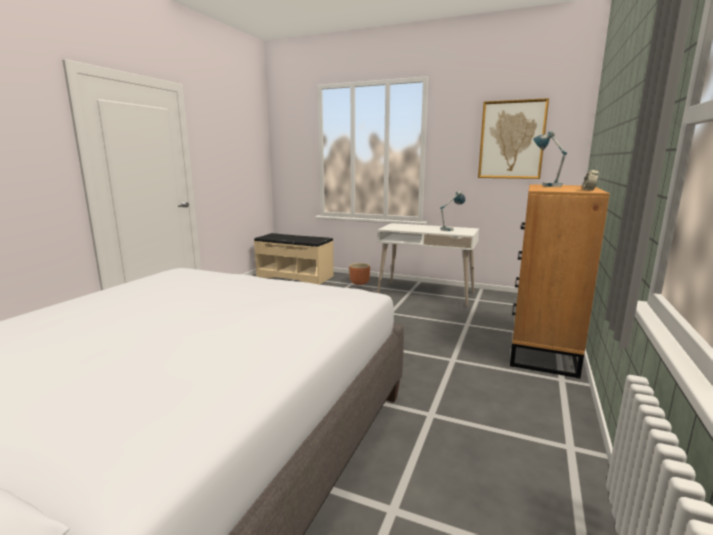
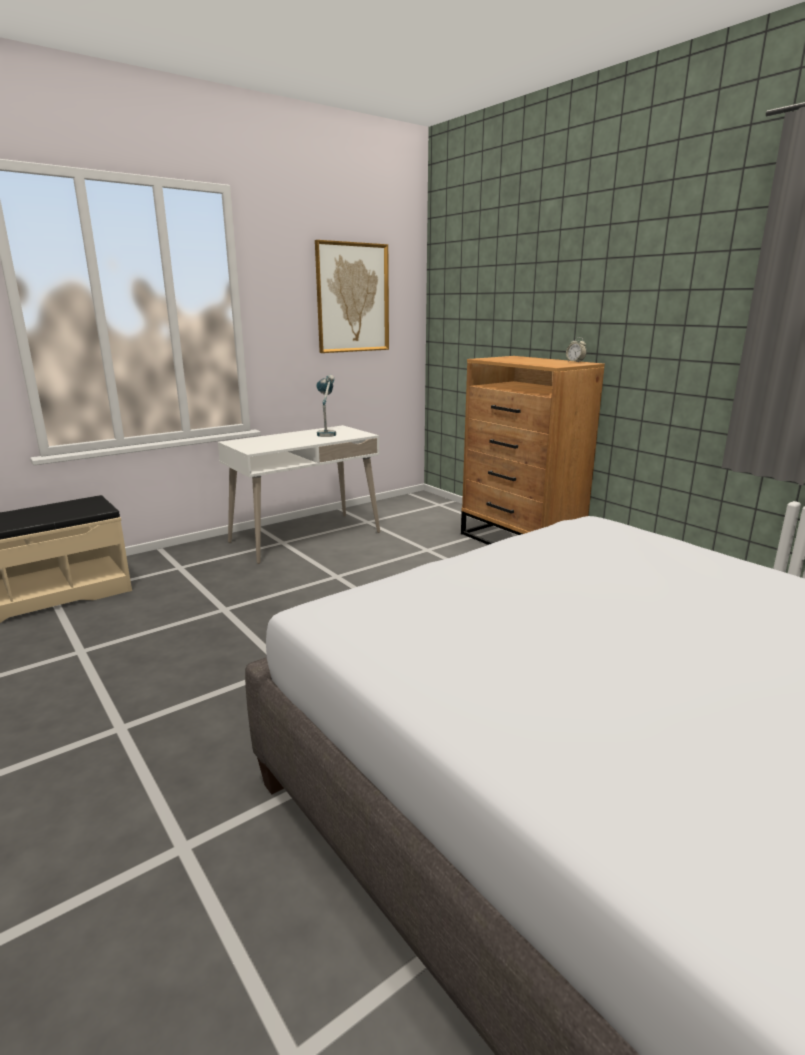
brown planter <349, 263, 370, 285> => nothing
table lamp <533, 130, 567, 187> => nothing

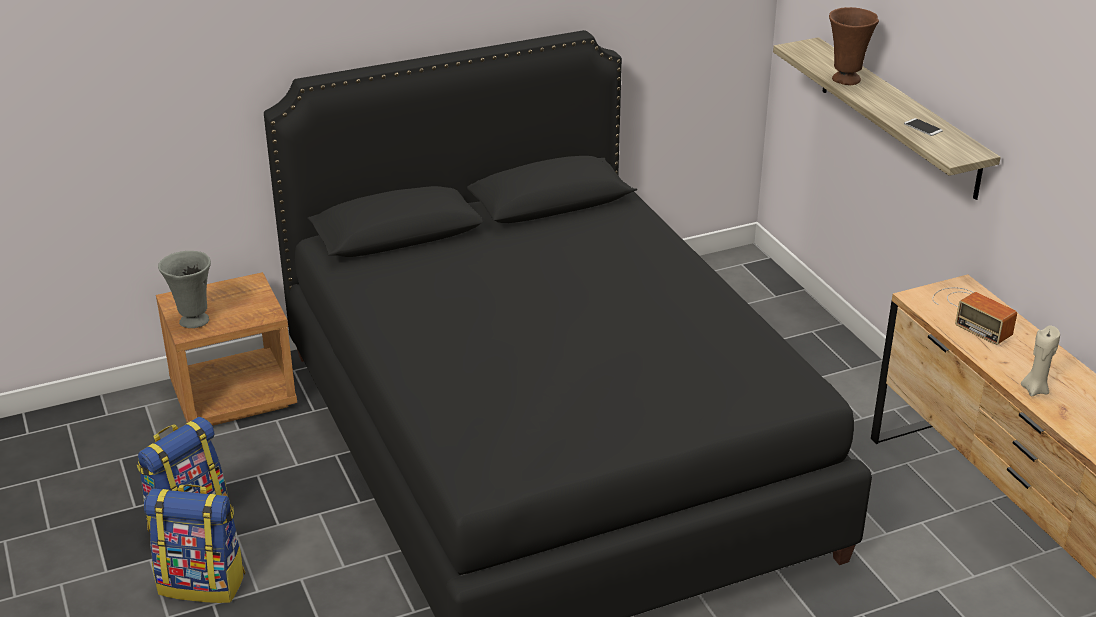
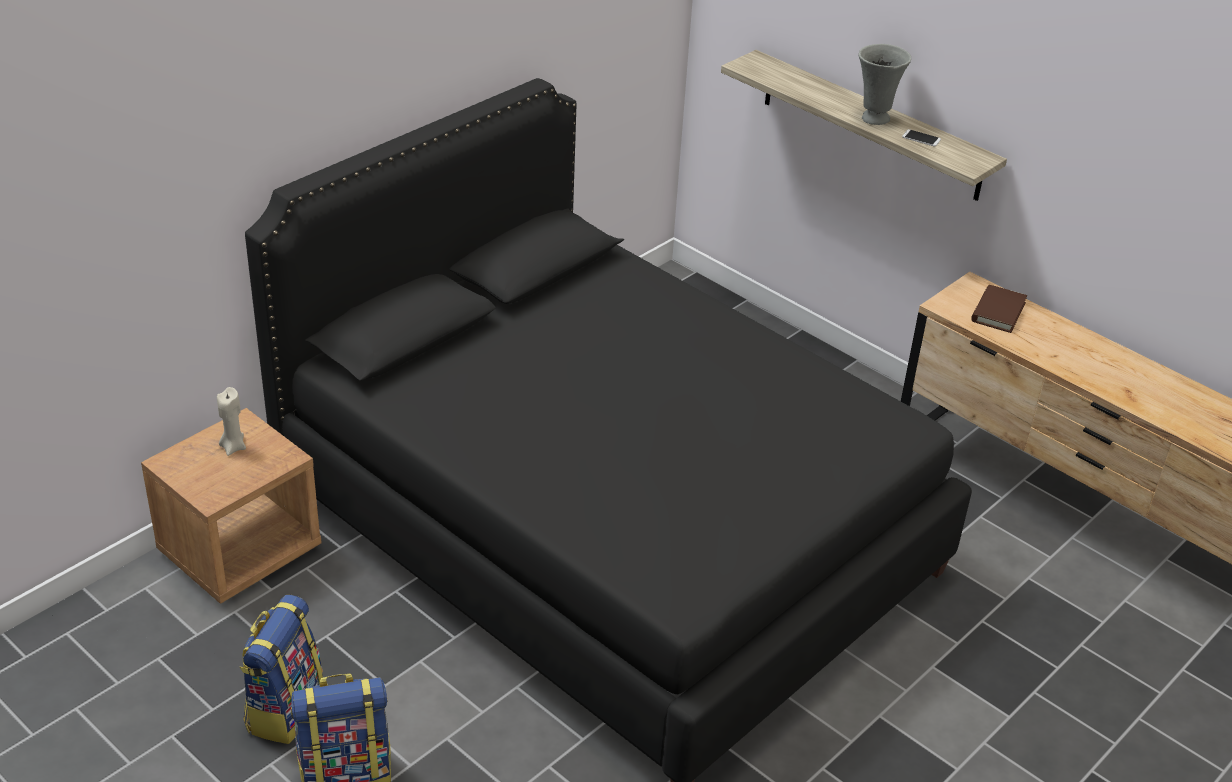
grey vase <158, 251, 211, 328> => grey vase <859, 44, 911, 125>, move
brown vase <829, 7, 879, 85> => nothing
radio <932, 288, 1017, 345> => brown book <971, 285, 1027, 333>
beige candle <1021, 325, 1060, 397> => beige candle <217, 387, 246, 456>, move

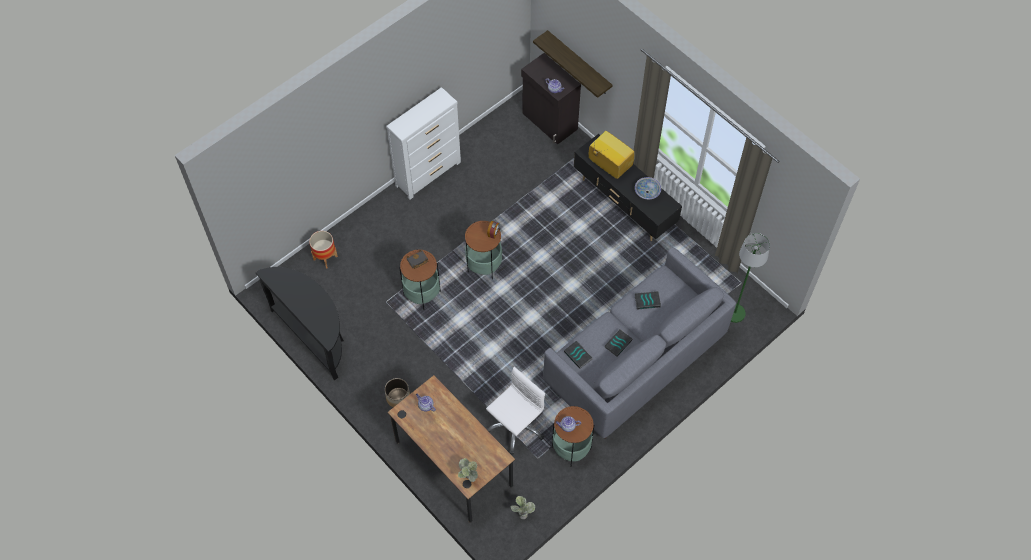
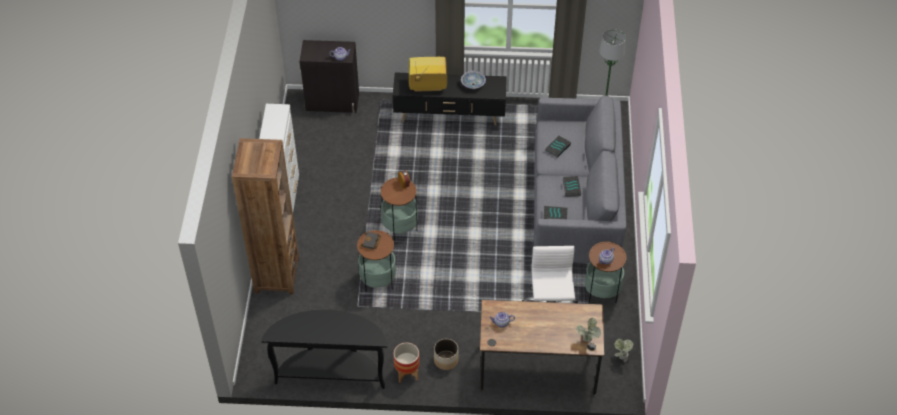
planter <309, 231, 338, 269> => planter <393, 343, 420, 383>, move
shelf <533, 30, 612, 98> => nothing
nothing => brown bookcase <232, 138, 299, 295>

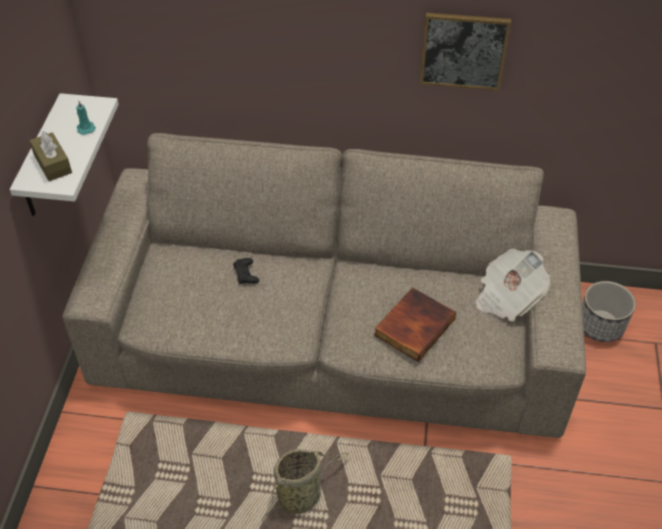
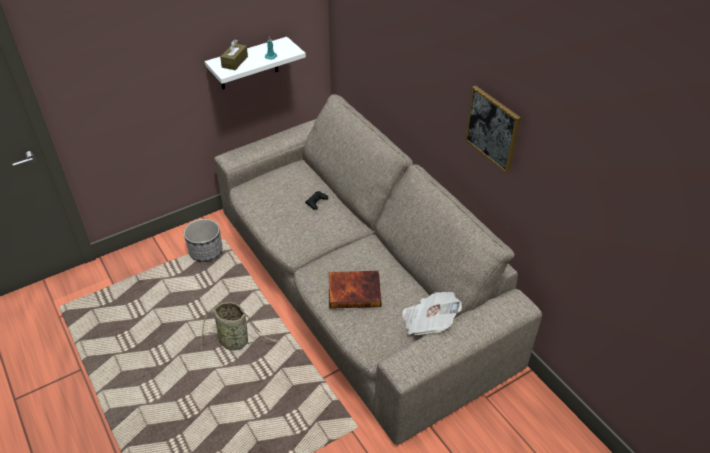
planter <582, 281, 636, 342> => planter <184, 219, 222, 262>, move

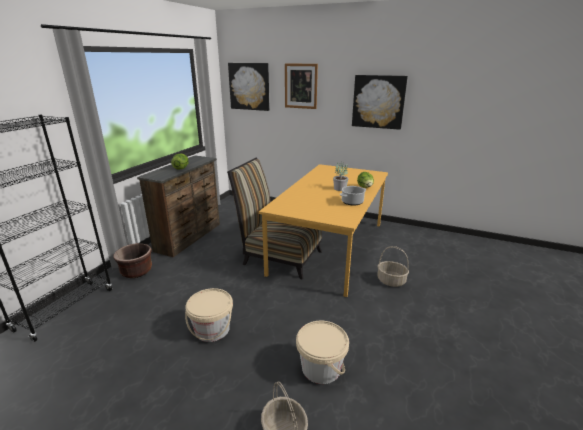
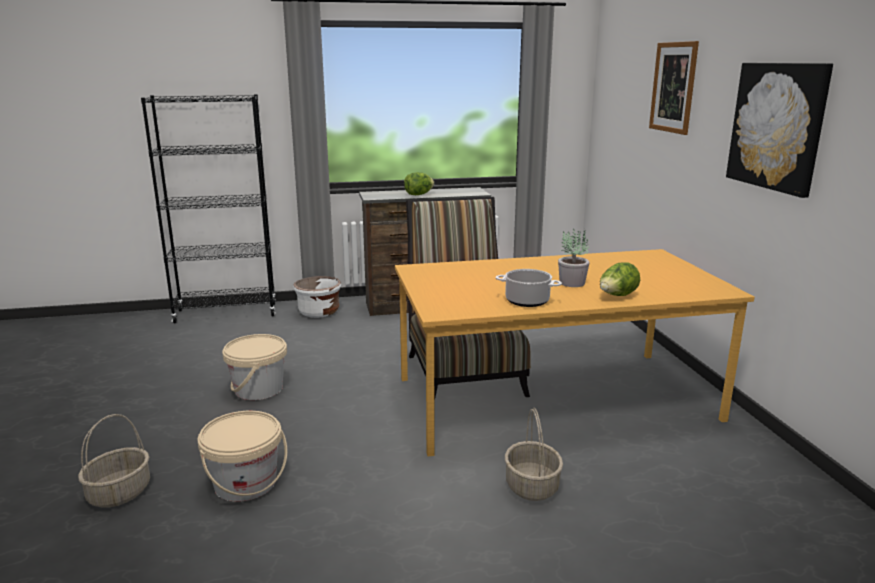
brown planter <113, 243, 152, 278> => white planter <293, 276, 341, 318>
picture <228, 63, 270, 111> => nothing

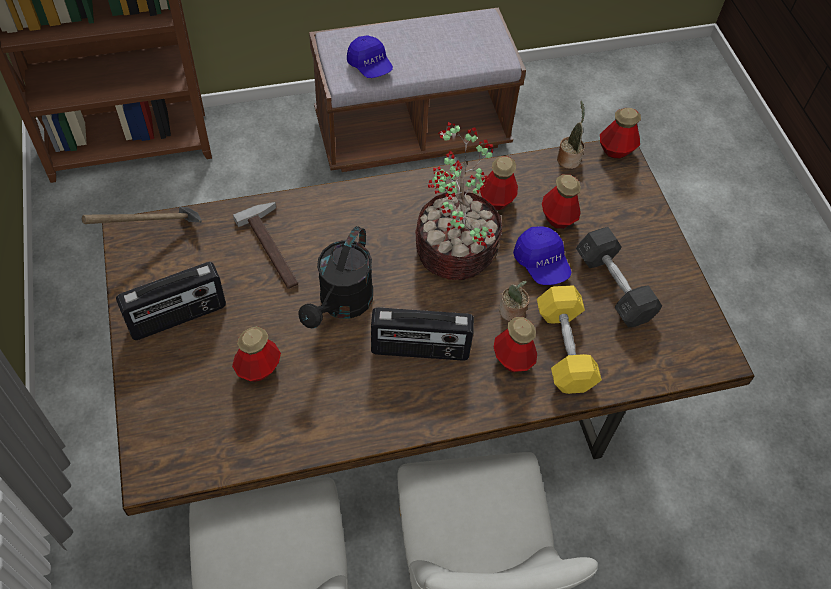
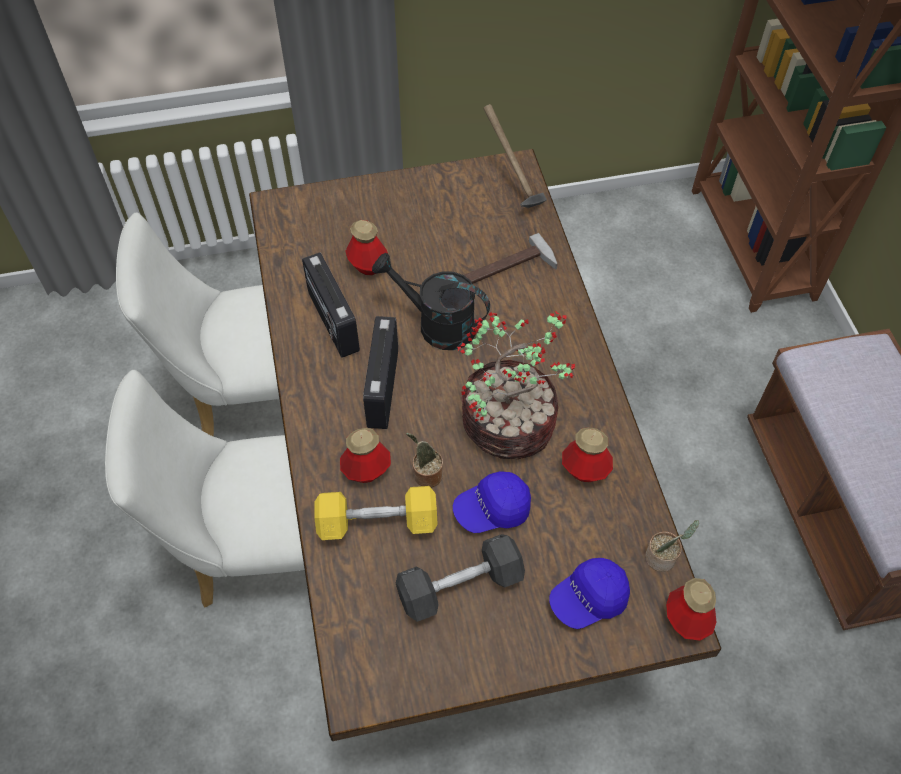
radio <116, 262, 226, 340> => radio <302, 253, 360, 358>, move
blue cap <347, 35, 393, 78> => blue cap <549, 558, 630, 629>, move
bottle <542, 174, 581, 229> => nothing

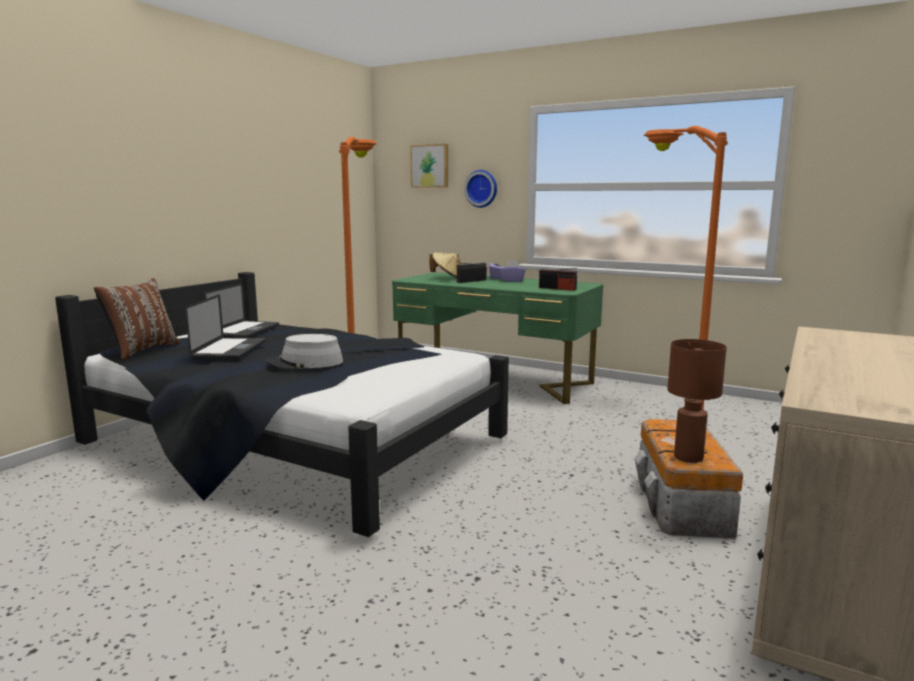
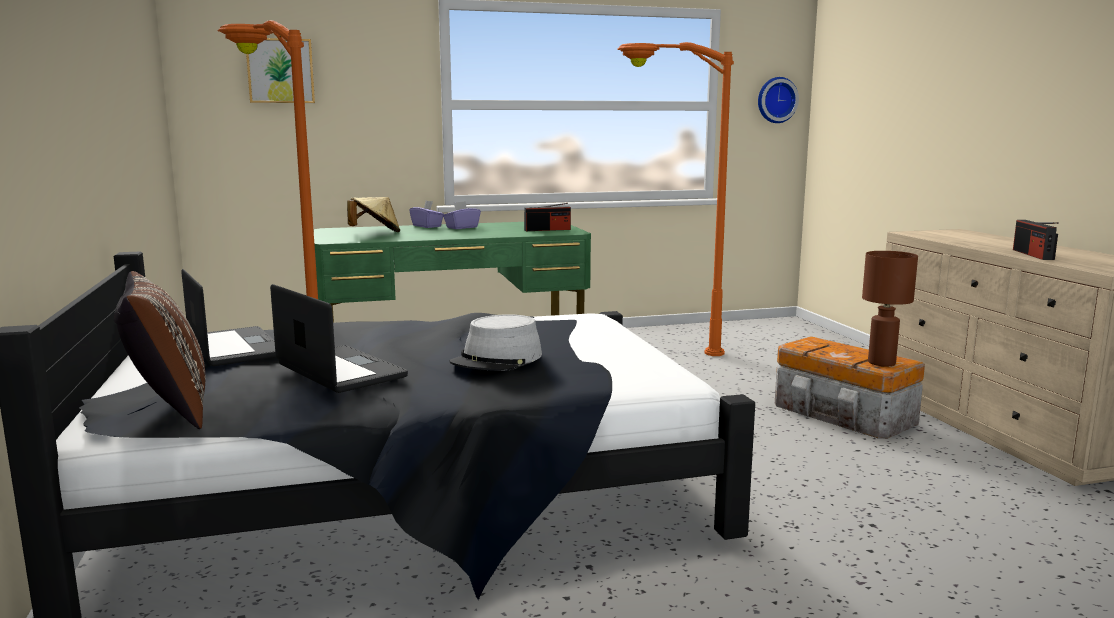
radio <457, 263, 487, 283> => radio <1013, 220, 1059, 260>, move
wall clock <464, 170, 497, 208> => wall clock <758, 77, 799, 123>, move

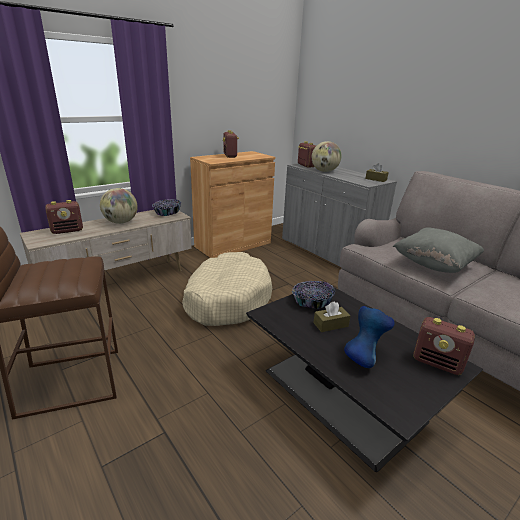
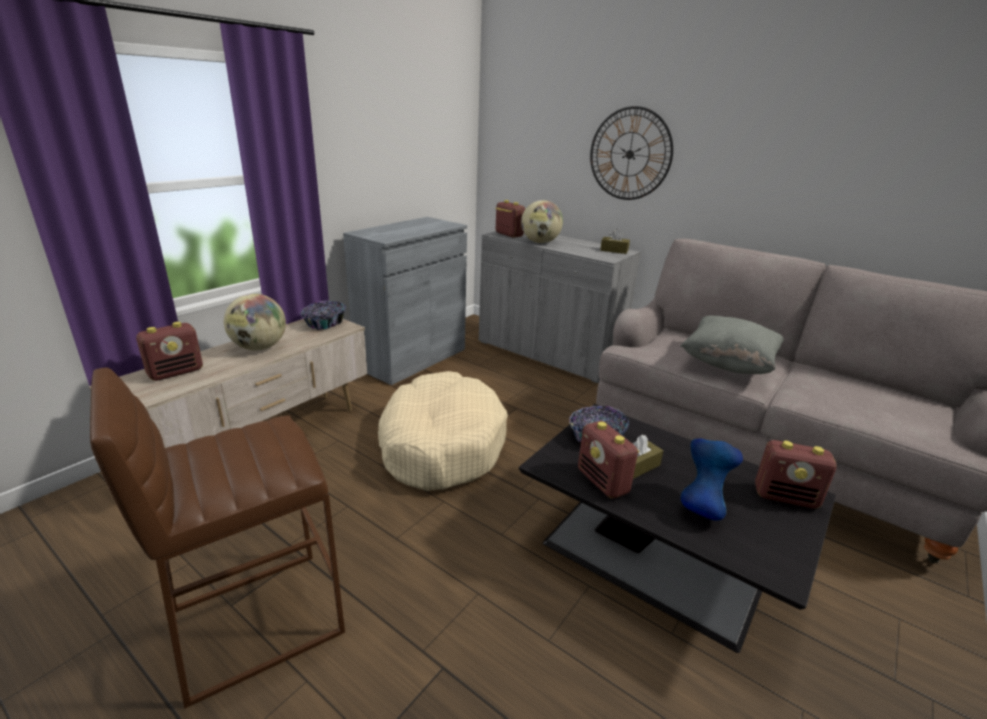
brown cabinet <190, 151, 275, 258> => grey cabinet <343, 217, 467, 385>
radio <223, 130, 239, 158> => radio <578, 421, 640, 499>, move
nothing => wall clock <590, 106, 673, 200>

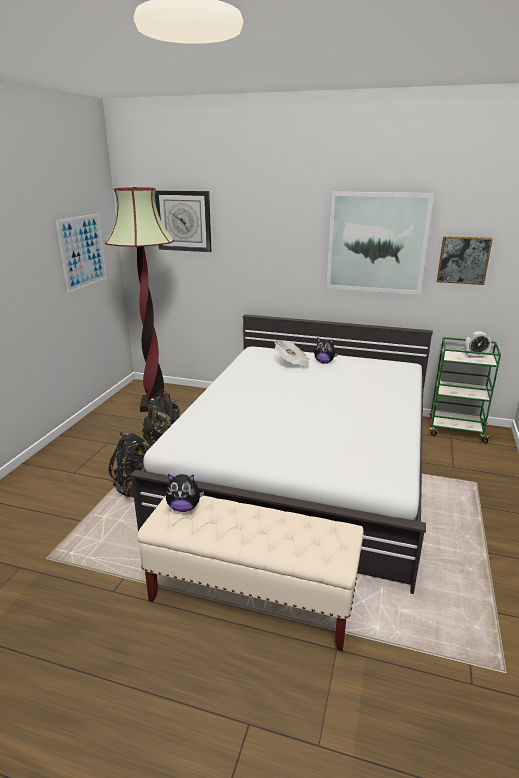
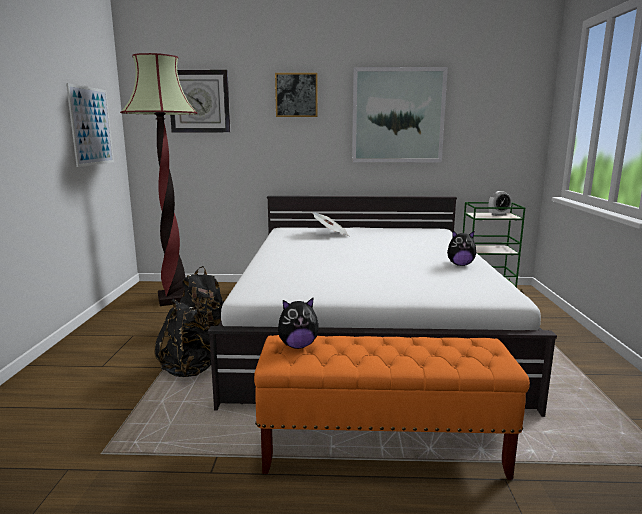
beige bench <137, 495, 364, 651> => orange bench <254, 335, 530, 480>
plush toy <314, 338, 338, 364> => plush toy <447, 231, 477, 266>, move
picture <437, 236, 493, 285> => picture <275, 73, 318, 117>, move

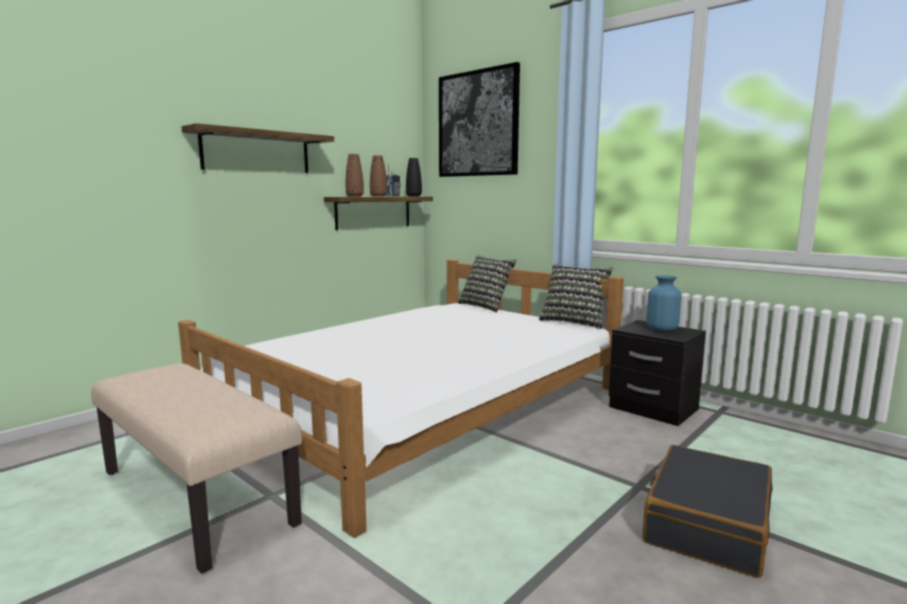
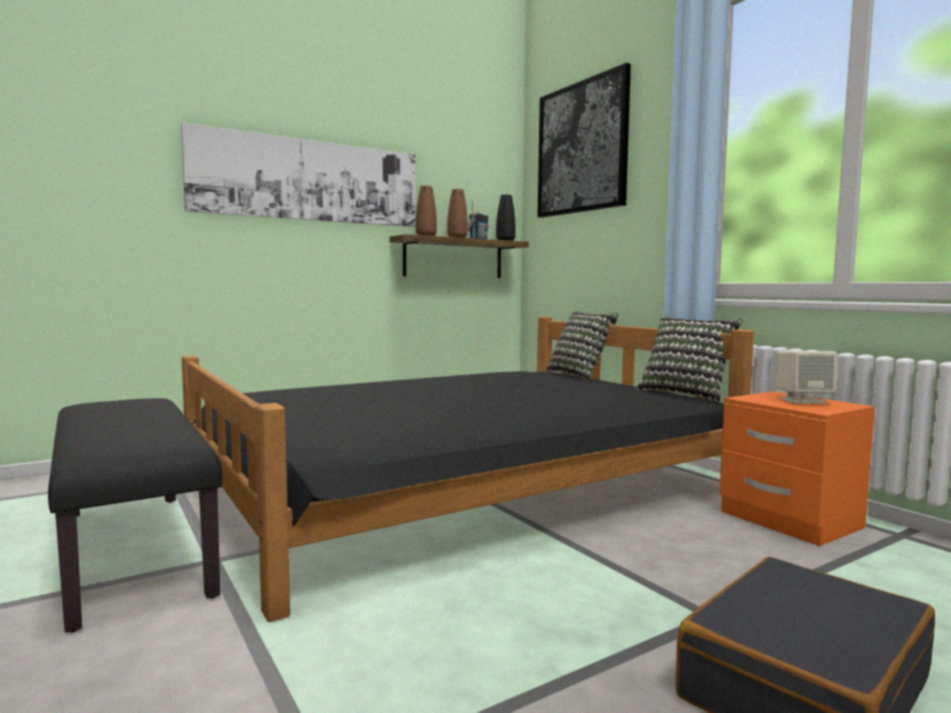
beige bench <91, 363, 302, 574> => black bench <48, 398, 223, 633>
white bed <178, 259, 624, 538> => black bed <182, 317, 754, 622>
shelf <181, 123, 334, 173> => picture <181, 122, 415, 227>
black nightstand <609, 320, 706, 426> => orange nightstand <719, 391, 875, 546>
blue vase <646, 275, 682, 331> => beige speaker <776, 351, 837, 404>

